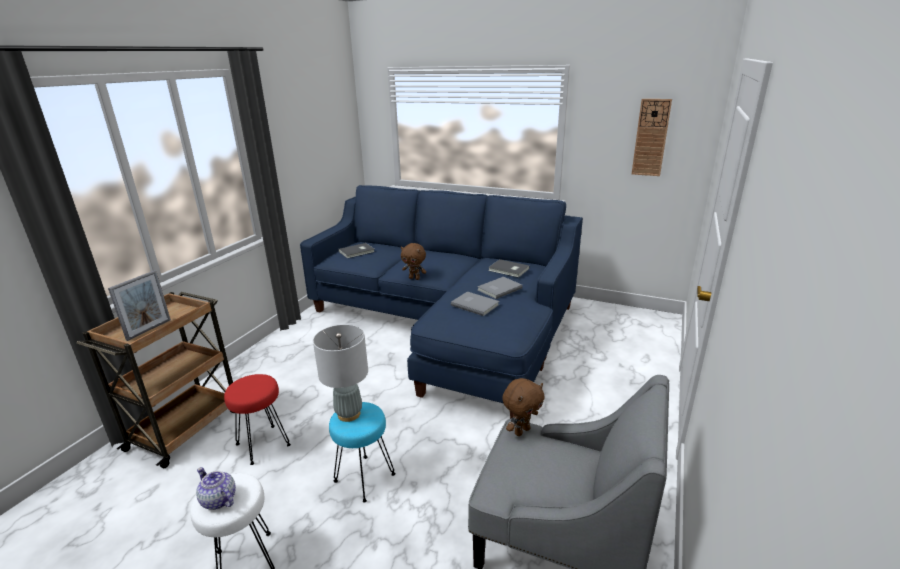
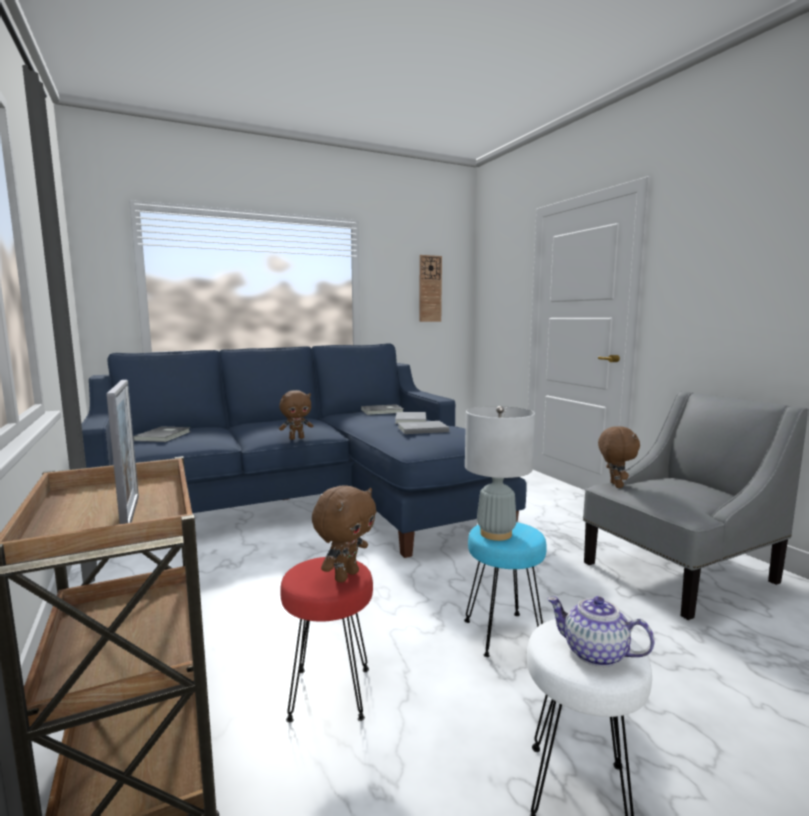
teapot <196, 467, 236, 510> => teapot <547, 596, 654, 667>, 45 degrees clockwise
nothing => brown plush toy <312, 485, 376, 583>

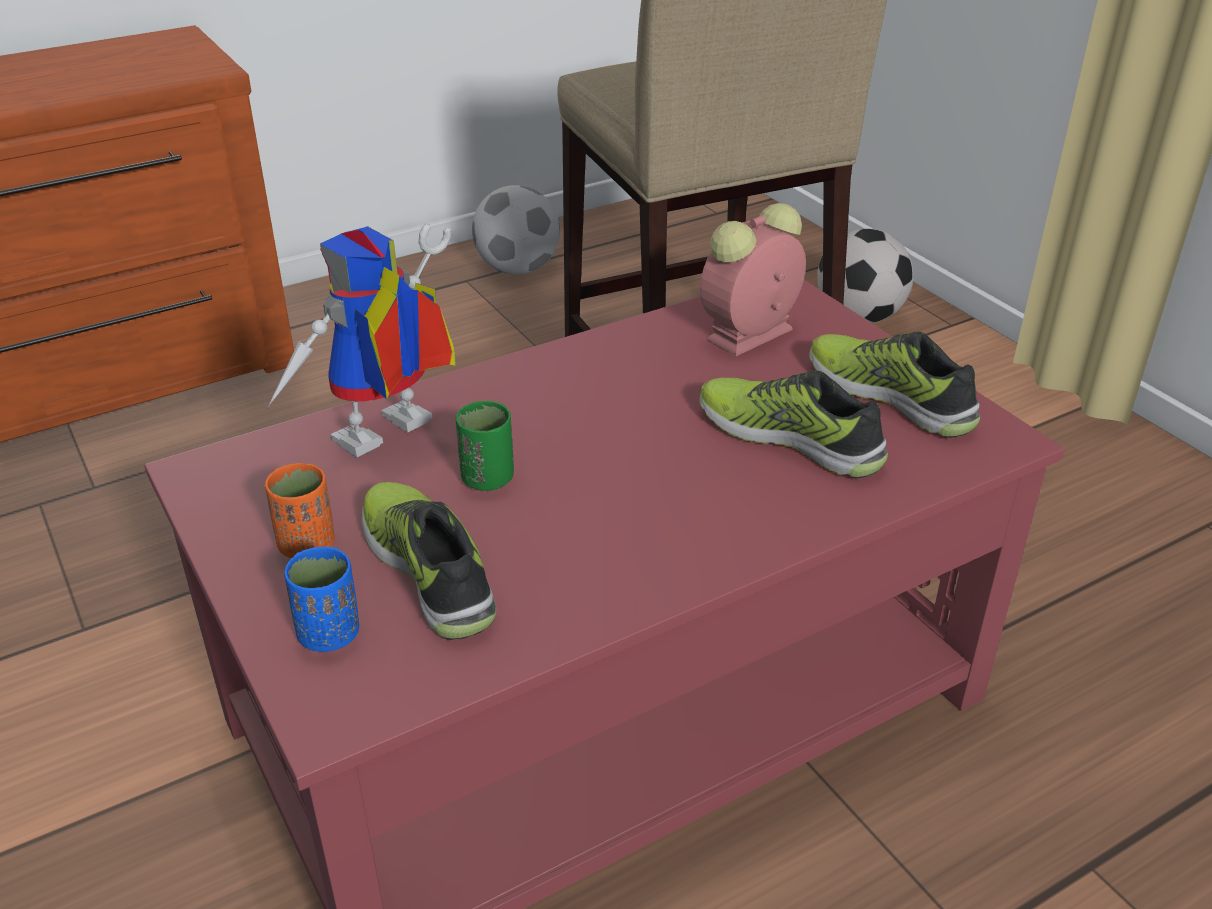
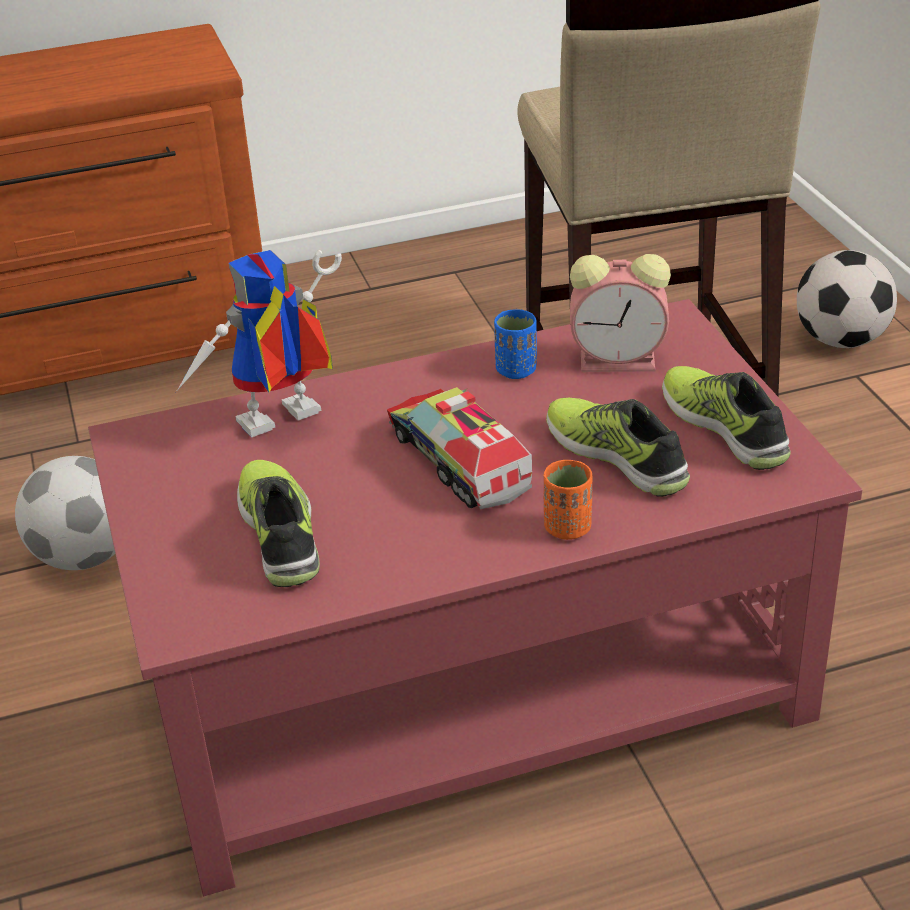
orange cup <264, 463, 335, 558> => orange cup <544, 460, 592, 540>, move
blue cup <284, 547, 359, 652> => blue cup <494, 309, 537, 379>, move
green cup <456, 401, 514, 491> => nothing
football <472, 185, 560, 275> => football <15, 456, 115, 570>, move
alarm clock <700, 203, 806, 356> => alarm clock <570, 254, 671, 372>, 150 degrees counterclockwise
nothing => toy truck <387, 387, 532, 509>

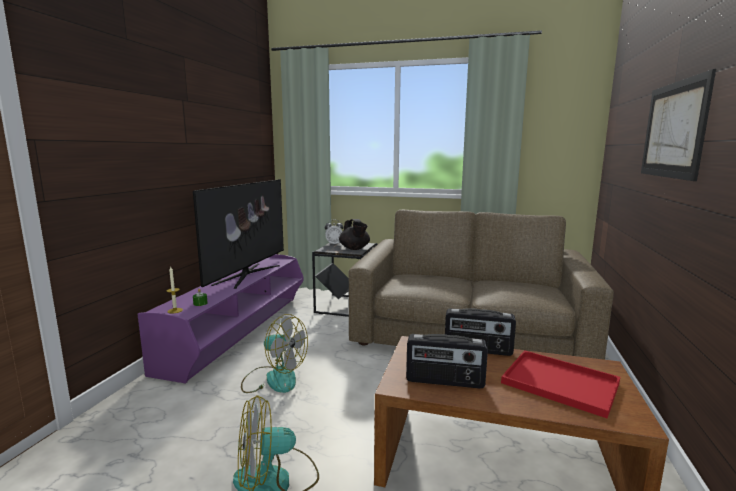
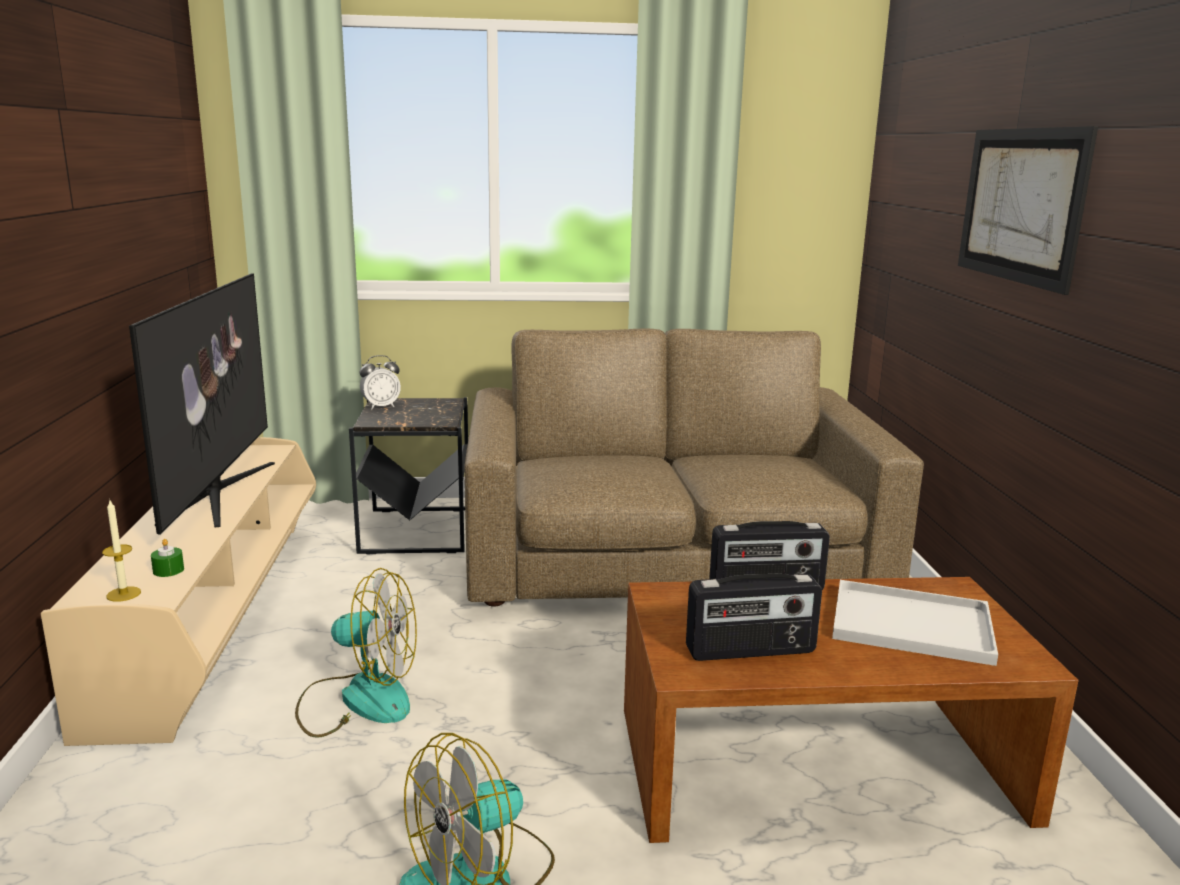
purple tv stand <138, 254, 304, 383> => beige tv stand <41, 437, 316, 746>
black teapot <339, 219, 370, 250> => nothing
red tray <501, 350, 620, 418> => white tray <832, 580, 998, 666>

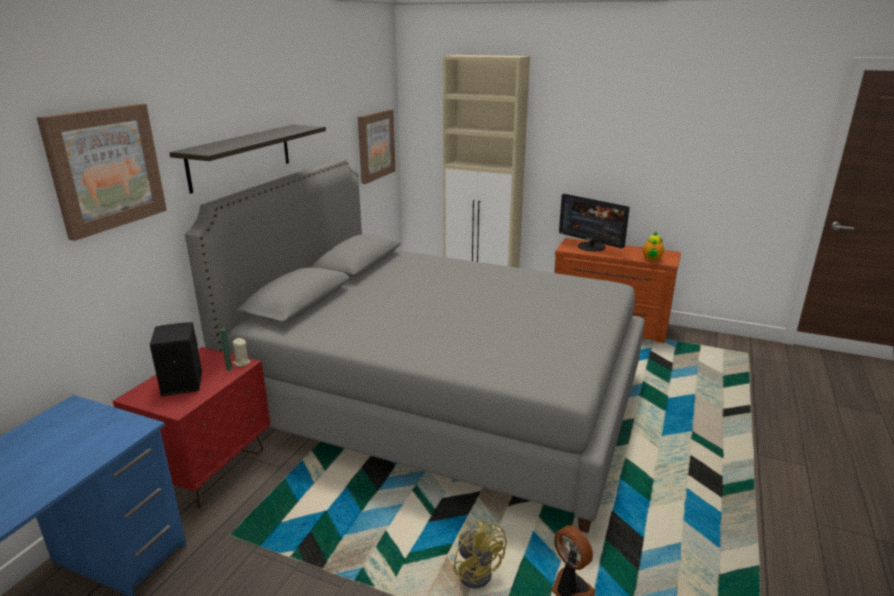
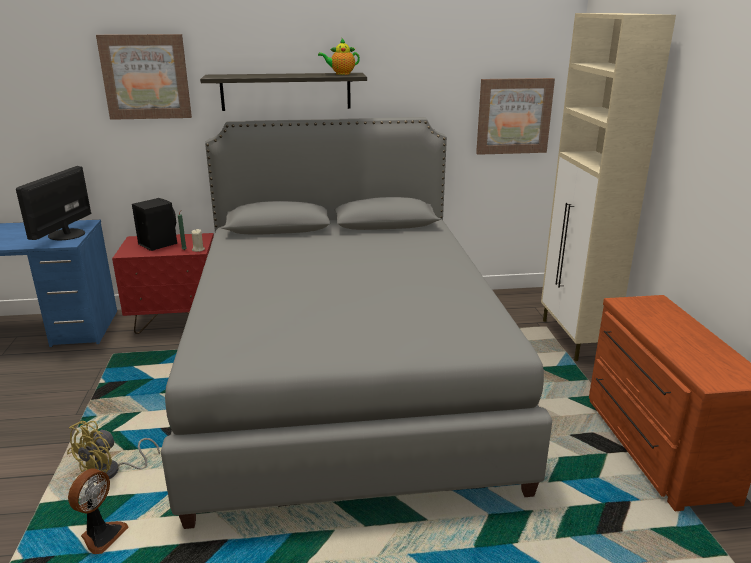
monitor <559, 194, 630, 251> => monitor <16, 166, 91, 240>, move
teapot <643, 231, 664, 261> => teapot <318, 38, 360, 75>, move

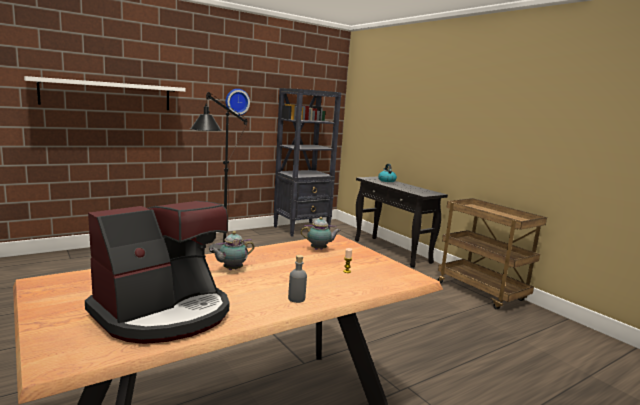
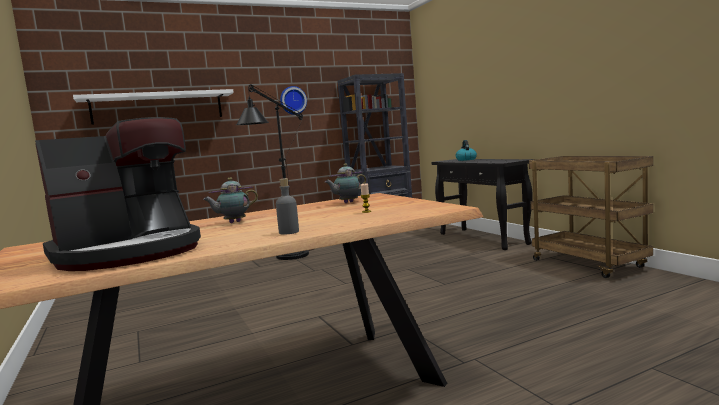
teapot <300, 217, 341, 250> => teapot <325, 163, 366, 203>, 150 degrees clockwise

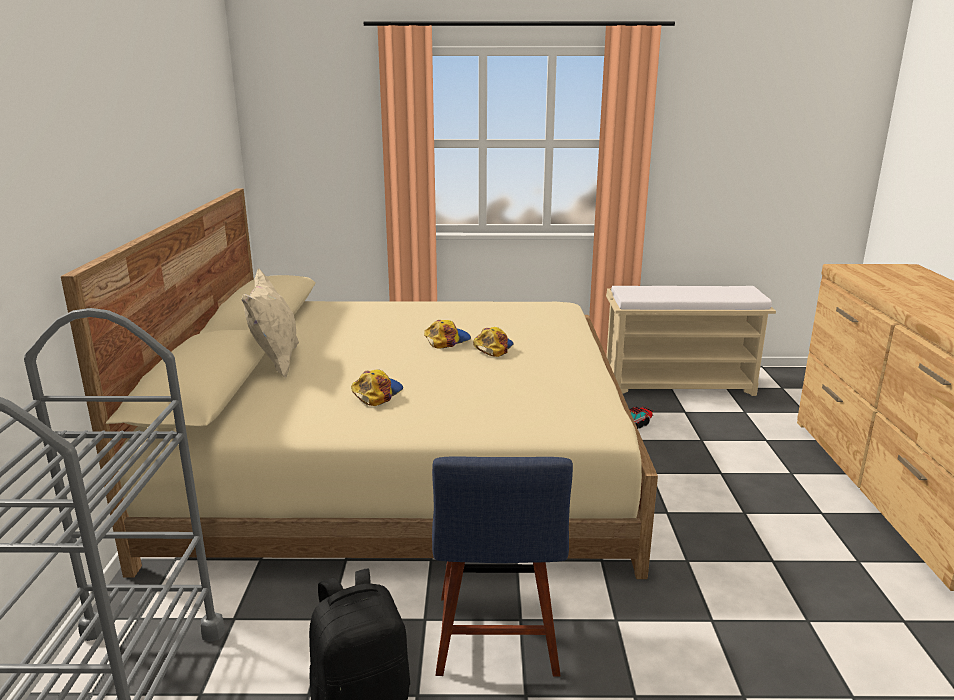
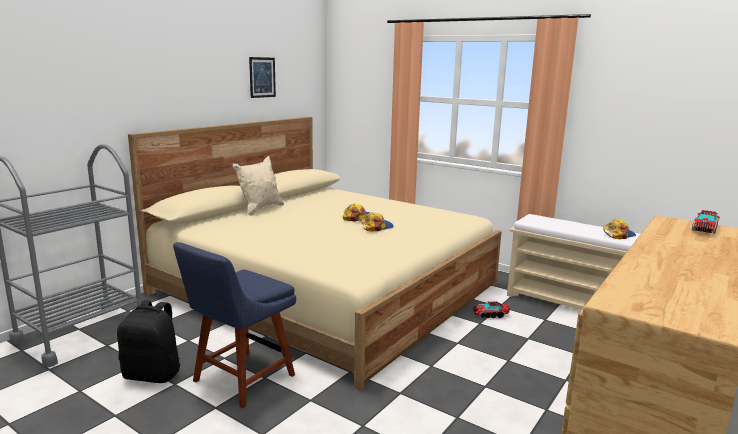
cap <351, 369, 403, 406> => cap <603, 220, 636, 239>, move
nothing => picture <249, 57, 276, 98>
nothing => toy truck <692, 210, 720, 234>

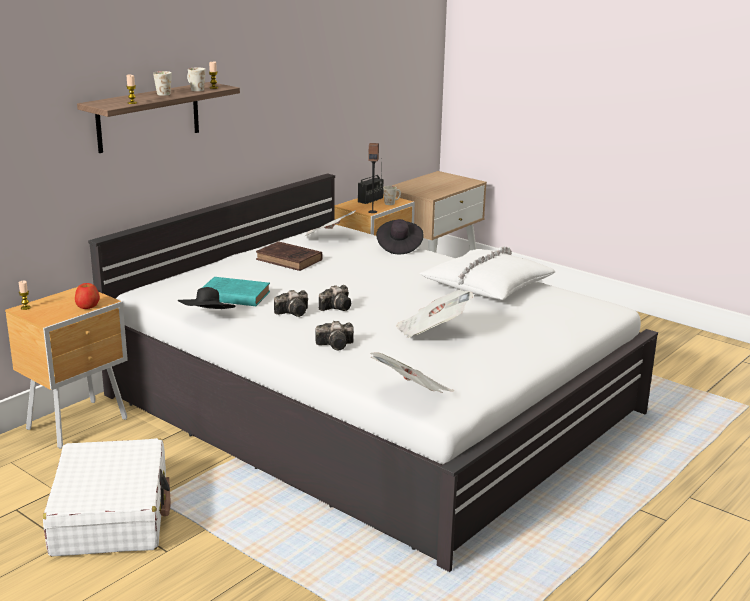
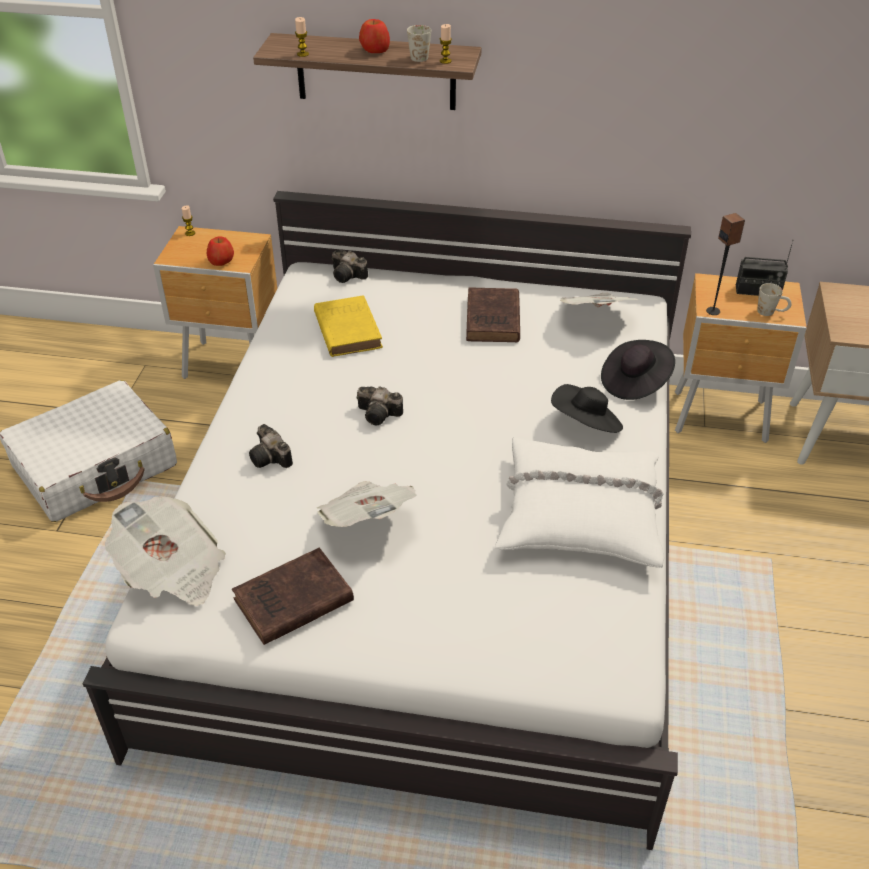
white mug <153, 71, 172, 96> => apple <359, 19, 390, 53>
black hat <178, 287, 236, 309> => black hat <551, 384, 623, 433>, move
turquoise book <202, 277, 270, 306> => yellow book <314, 296, 383, 357>
photo camera <274, 290, 308, 317> => photo camera <331, 250, 368, 283>, move
nothing => brown book <232, 548, 354, 645>

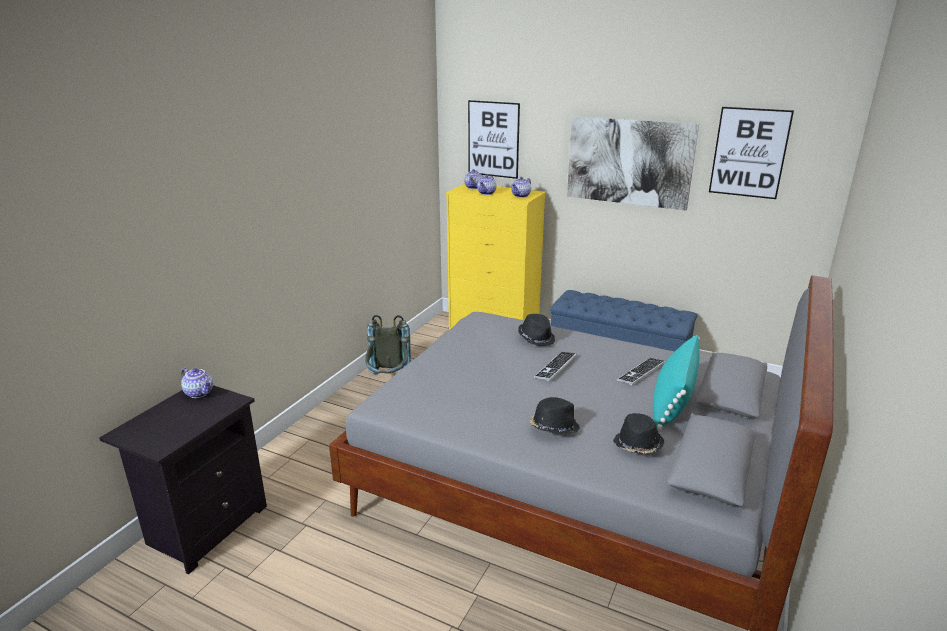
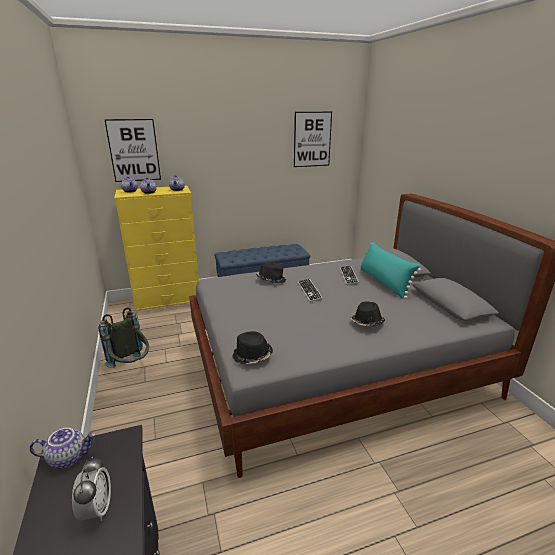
picture <567, 116, 699, 211> => nothing
black hat <613, 413, 664, 453> => black hat <232, 331, 273, 364>, move
nothing => alarm clock <72, 457, 111, 521>

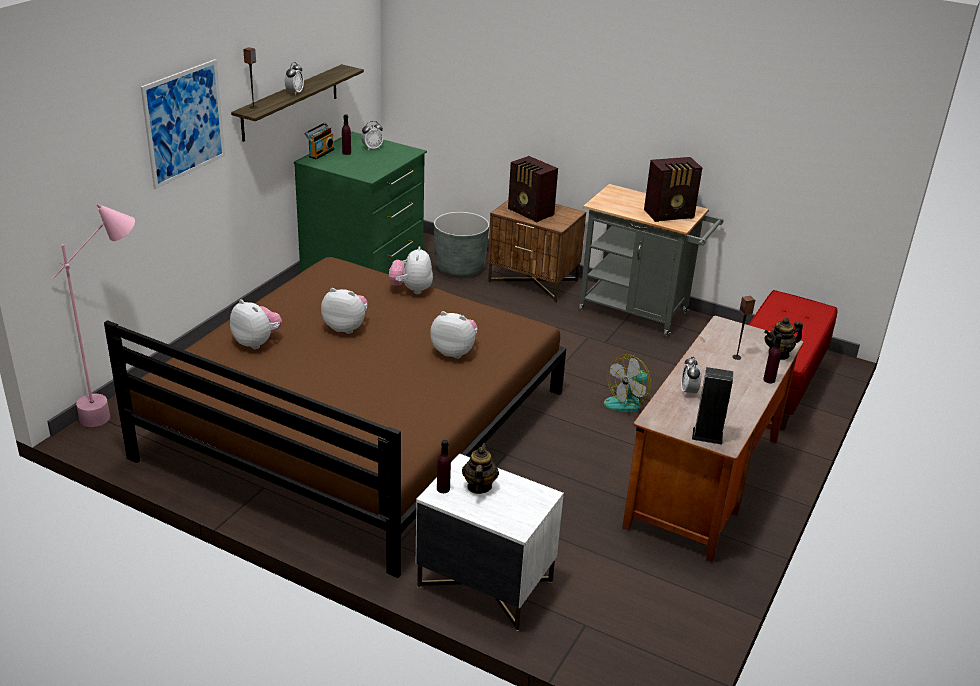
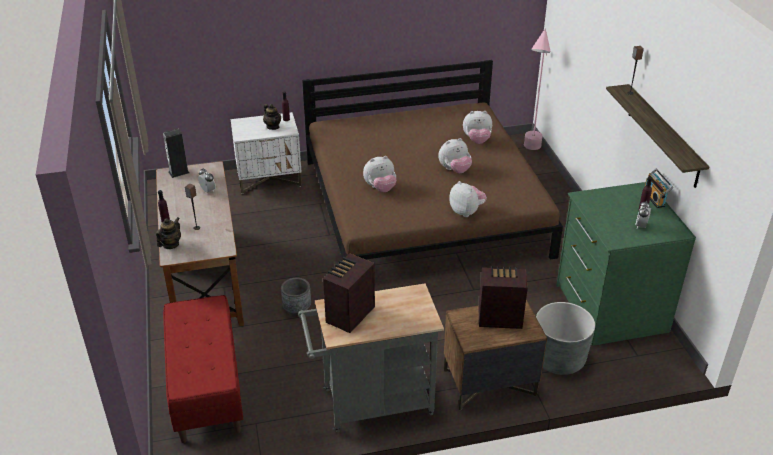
picture <141, 59, 225, 189> => nothing
alarm clock <285, 62, 304, 96> => nothing
fan <603, 354, 652, 412> => grey planter <281, 278, 311, 316>

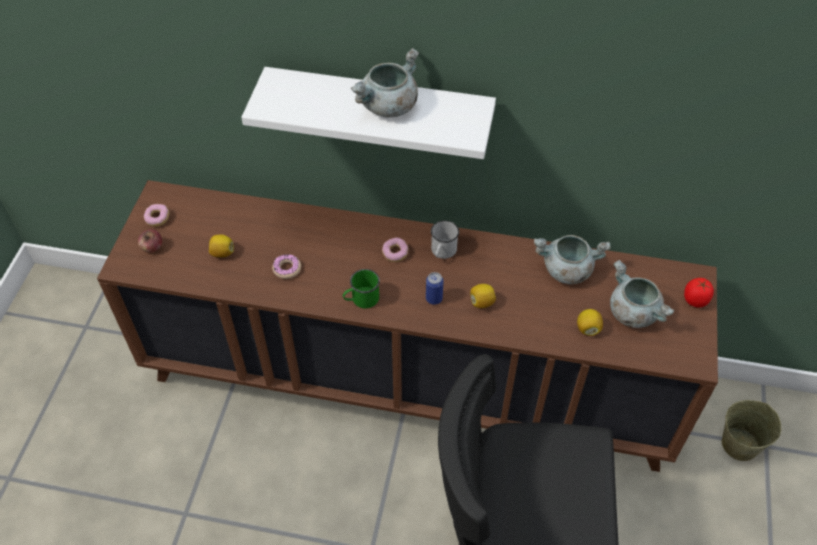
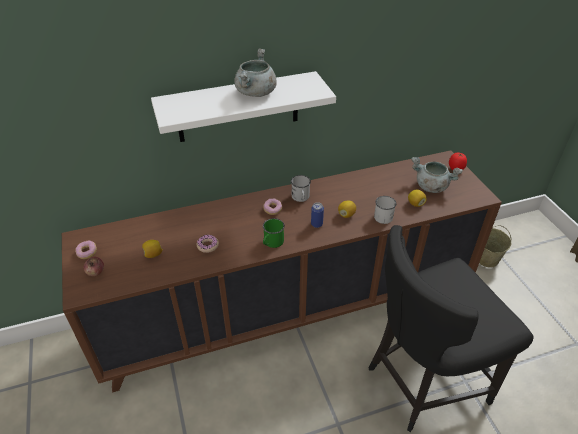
grey cooking pot <534, 235, 611, 284> => nothing
nothing => white mug <374, 196, 397, 224>

